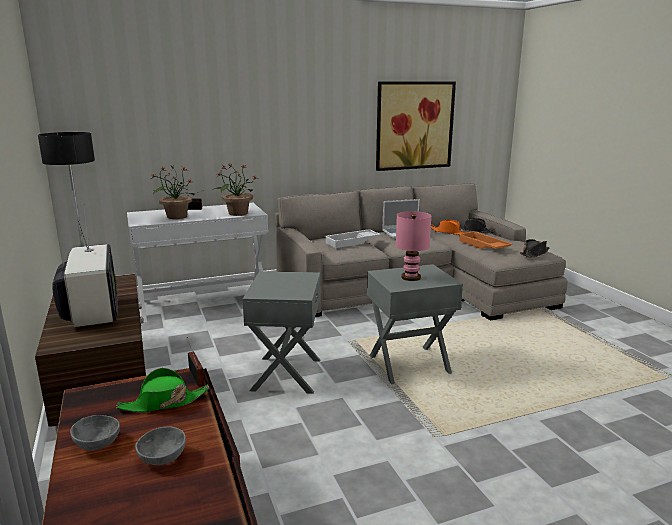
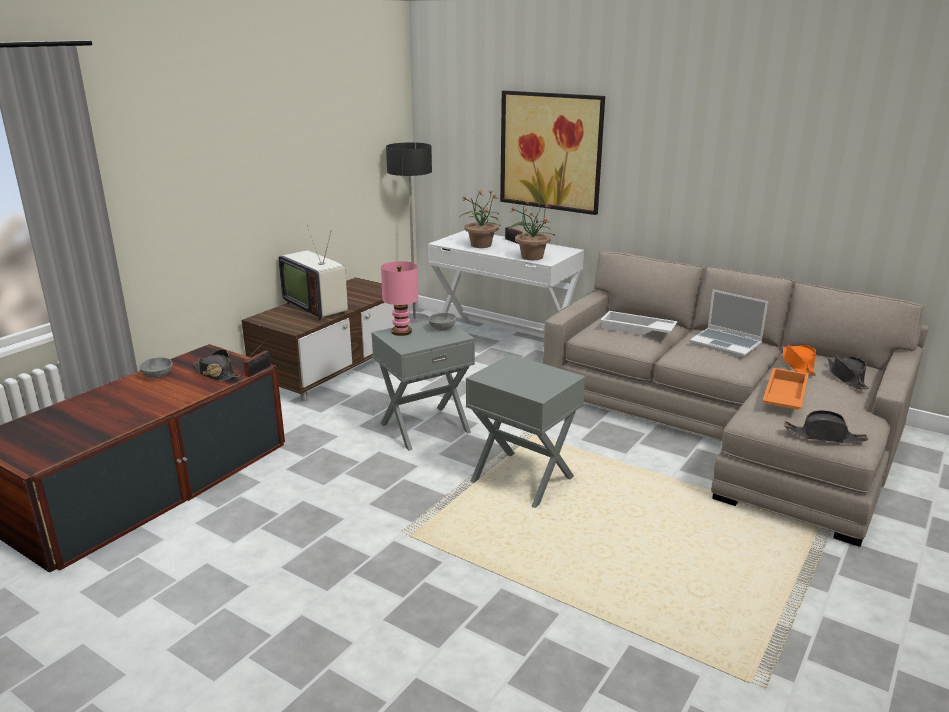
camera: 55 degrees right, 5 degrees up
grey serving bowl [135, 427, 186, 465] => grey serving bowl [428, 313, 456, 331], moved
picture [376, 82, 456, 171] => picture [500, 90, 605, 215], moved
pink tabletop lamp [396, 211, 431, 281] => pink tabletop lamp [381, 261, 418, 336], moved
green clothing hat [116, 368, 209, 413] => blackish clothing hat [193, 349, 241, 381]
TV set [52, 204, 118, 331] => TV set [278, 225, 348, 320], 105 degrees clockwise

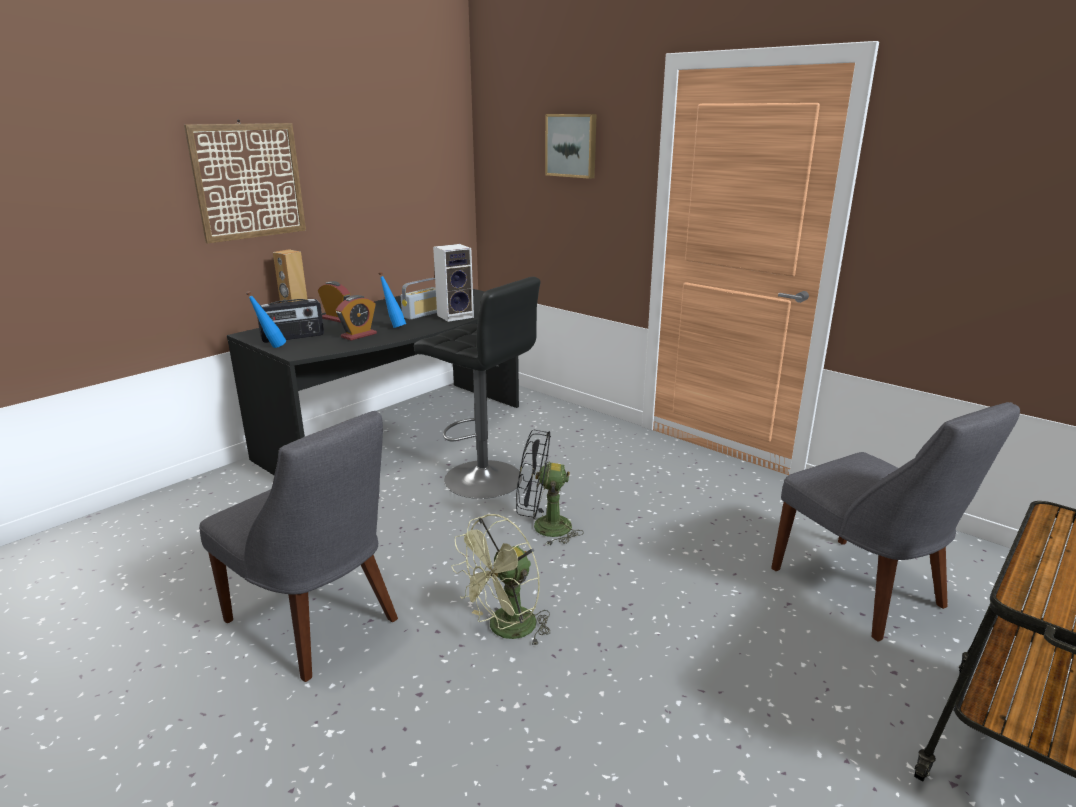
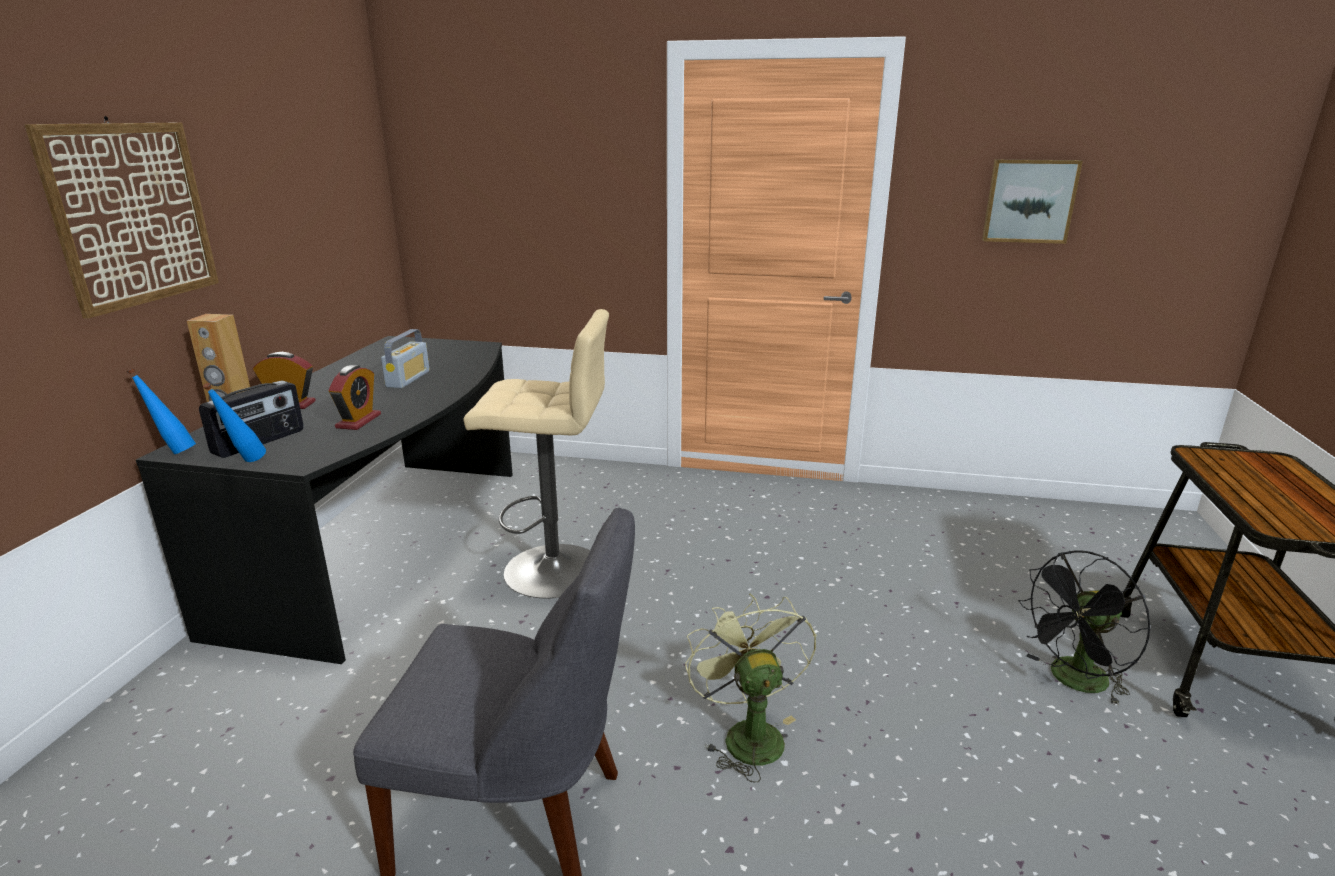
camera: 30 degrees left, 0 degrees up
speaker [433, 244, 474, 322] => nothing
grey plain chair [771, 402, 1020, 642] => nothing
blue bottle [378, 272, 406, 328] => blue bottle [127, 368, 196, 454], moved
blackish electric fan [516, 430, 584, 546] => blackish electric fan [1018, 550, 1151, 707], moved
picture [545, 114, 597, 179] => picture [982, 159, 1083, 244], moved
blackish stool [414, 277, 541, 499] => sand-coloured stool [463, 309, 609, 598]
green electric fan [451, 514, 550, 645] => green electric fan [685, 594, 817, 783], 150 degrees clockwise

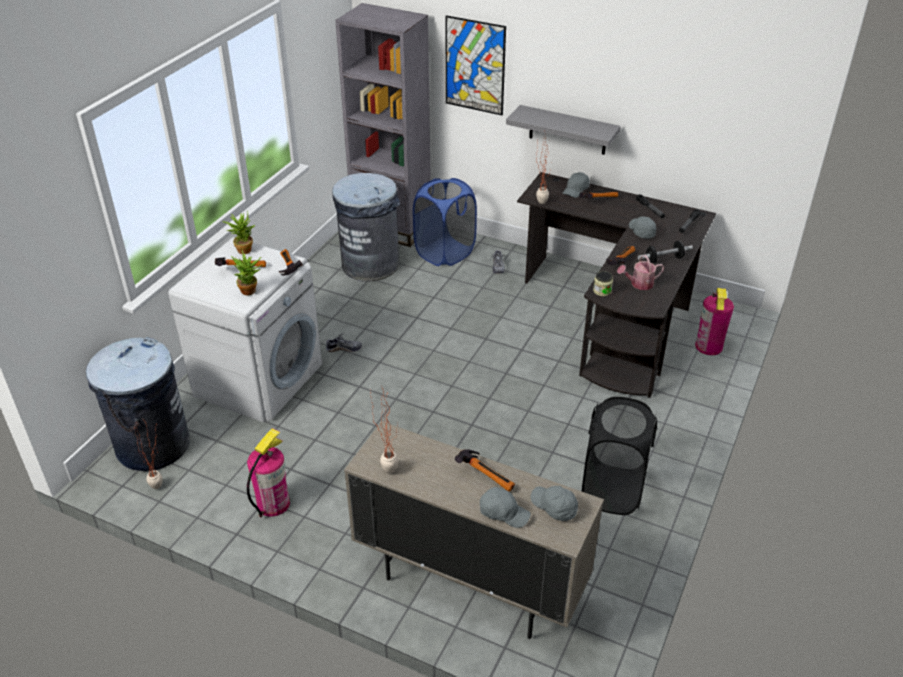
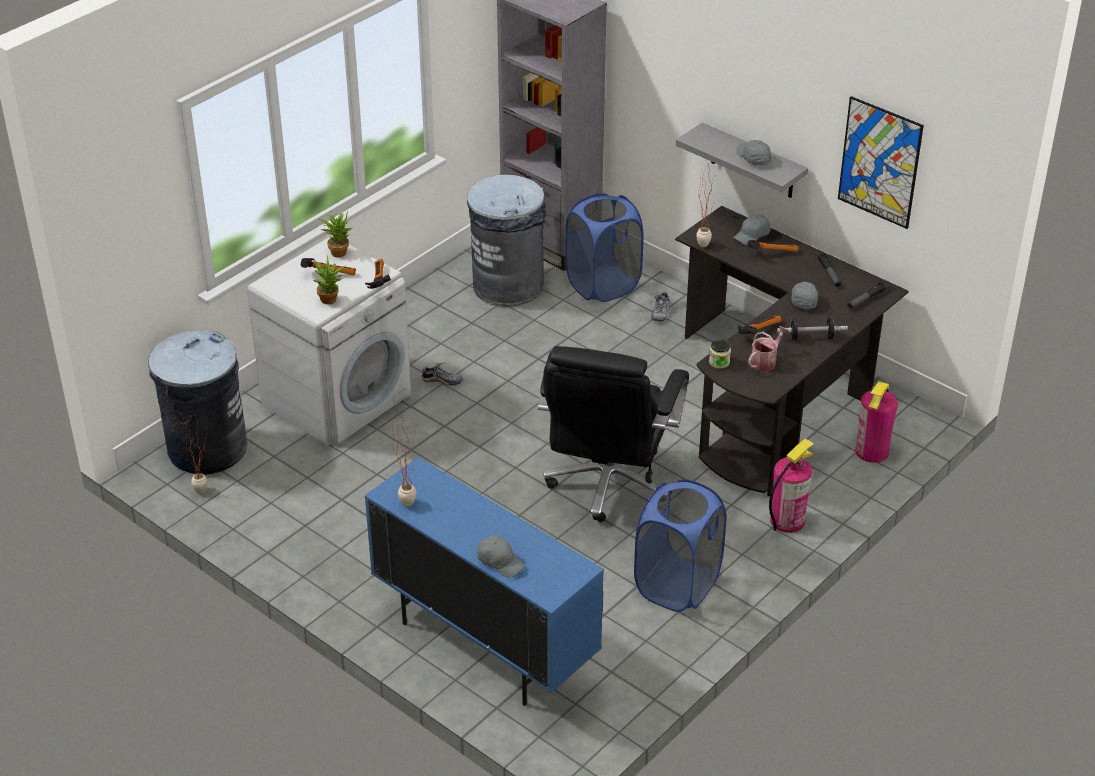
camera: 15 degrees right, 0 degrees up
hammer [455, 449, 515, 492] => nothing
nothing => blackish computer chair [538, 346, 689, 522]
fire extinguisher [247, 428, 290, 517] => fire extinguisher [769, 439, 814, 533], moved
picture [445, 15, 506, 115] => picture [838, 96, 924, 229], moved
grey cap [531, 486, 578, 521] => grey cap [736, 140, 771, 166], moved
sand-coloured cupboard [344, 422, 604, 639] => blue cupboard [365, 457, 604, 706]
blackish washing basket [582, 397, 657, 515] => blue washing basket [634, 479, 726, 612]
watering can [617, 255, 665, 290] => watering can [748, 326, 789, 372], 135 degrees clockwise

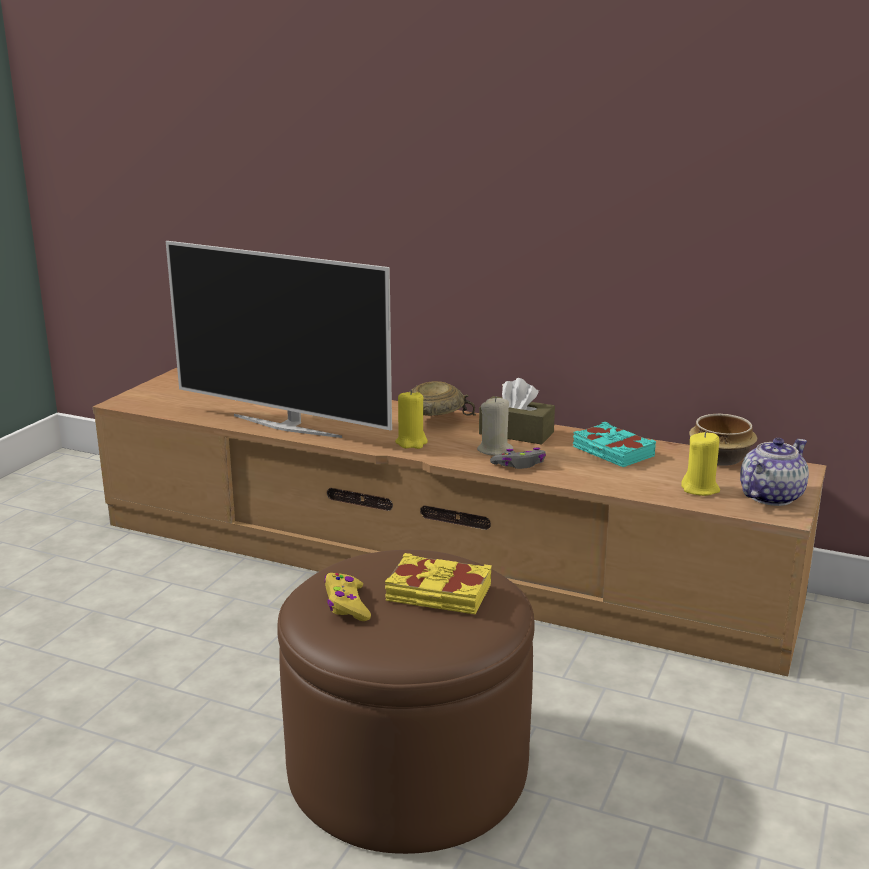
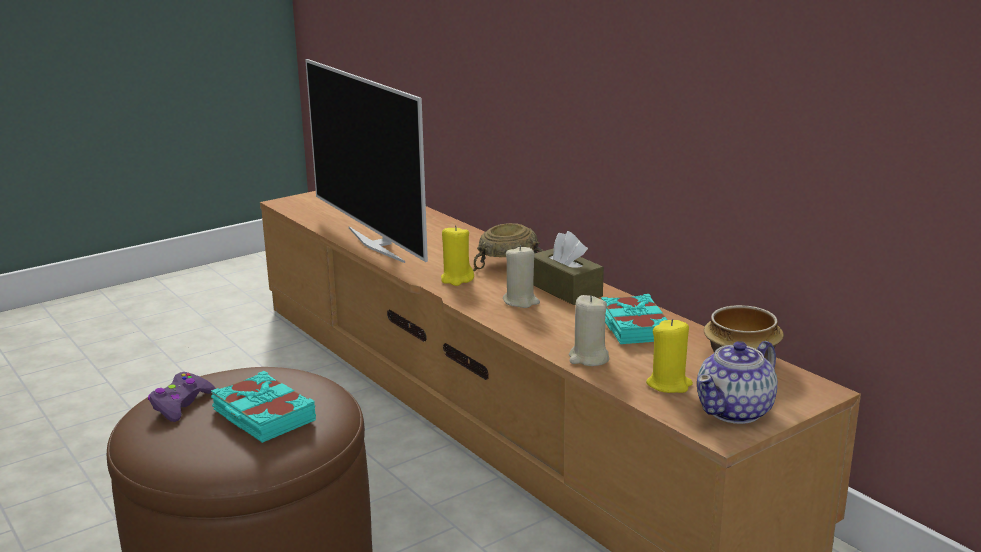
camera: 30 degrees right, 0 degrees up
grey joypad [490, 448, 546, 469] => nothing
nothing => sand-coloured candle [569, 295, 609, 366]
yellowish joypad [324, 573, 371, 621] => purplish joypad [148, 372, 216, 422]
yellowish bound book [385, 553, 492, 615] => blue-green bound book [211, 371, 316, 443]
pot for tea [740, 438, 809, 506] => pot for tea [697, 341, 778, 424], 150 degrees clockwise

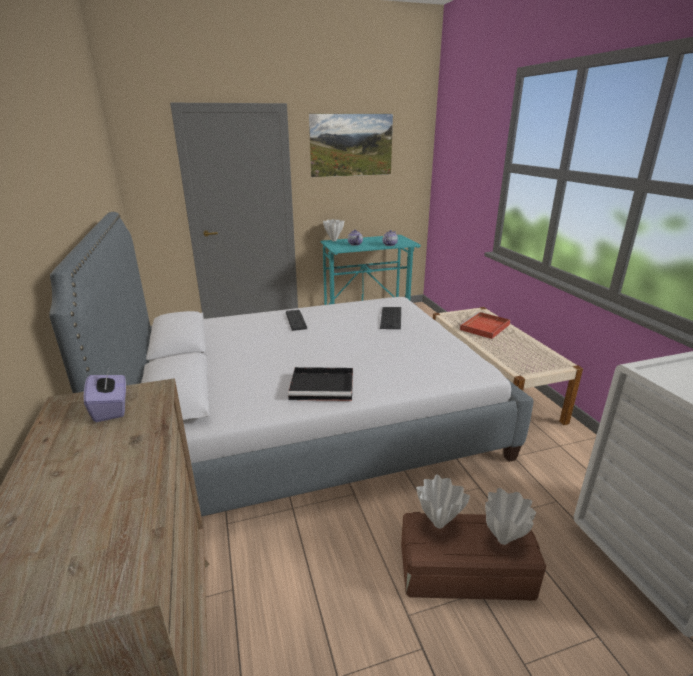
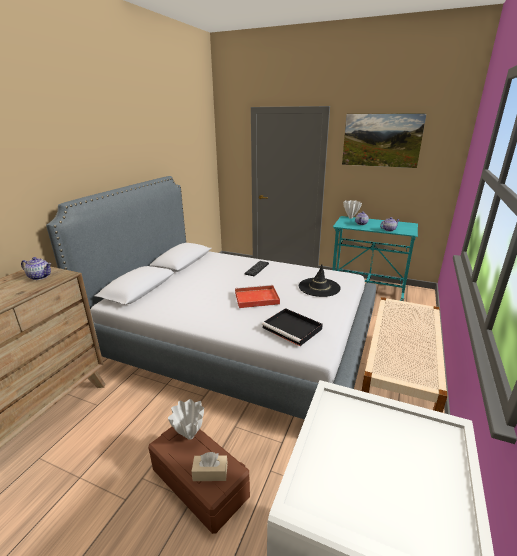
camera: 40 degrees right, 0 degrees up
blackish carrying tray [288, 367, 353, 401] => blackish carrying tray [262, 308, 323, 346], moved
red-coloured carrying tray [459, 312, 510, 339] => red-coloured carrying tray [235, 285, 280, 308], moved
purplish tissue holder [84, 366, 126, 422] => pot for tea [21, 257, 51, 280]
PC keyboard [380, 307, 401, 329] => blackish clothing hat [299, 265, 341, 297]
white flower vase [485, 488, 536, 545] => sand-coloured tissue holder [191, 452, 227, 481]

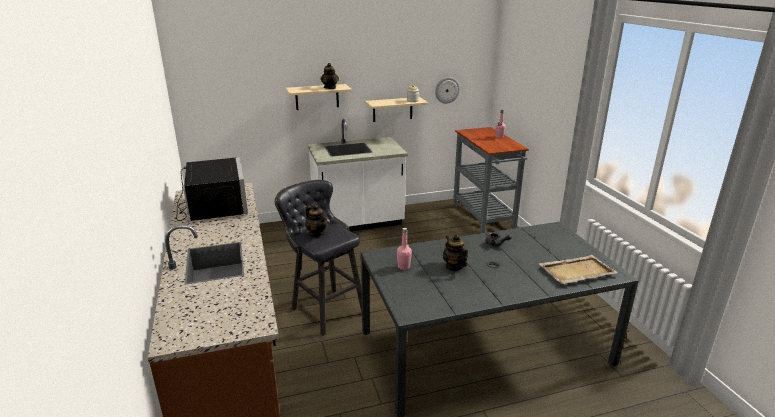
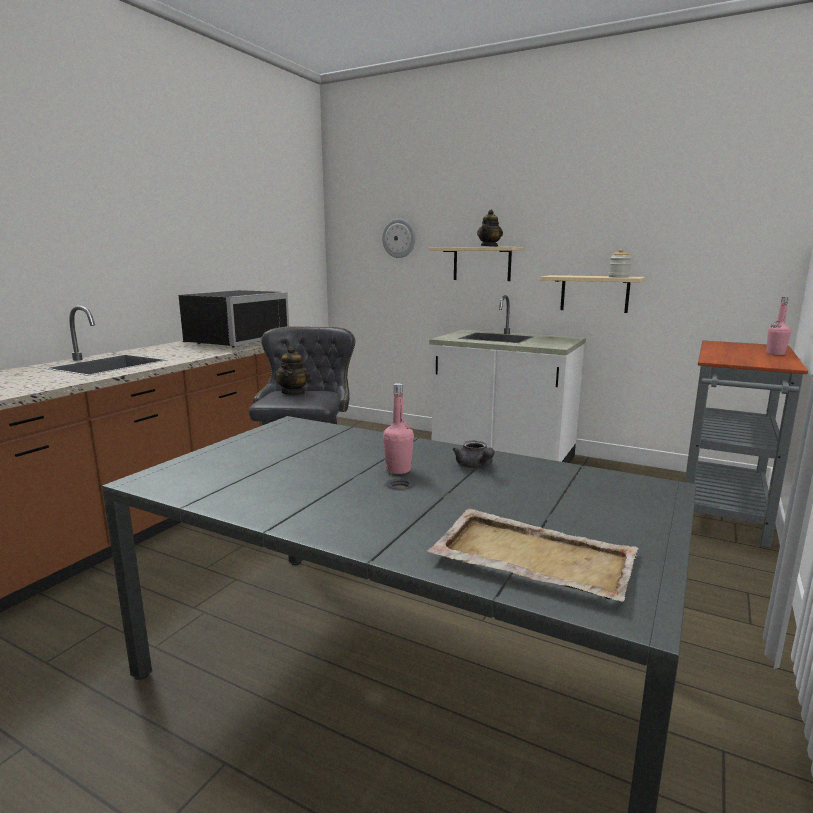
camera: 45 degrees right, 10 degrees down
pot for tea [443, 234, 468, 271] => nothing
pink bottle [397, 228, 412, 270] => pink bottle [383, 383, 414, 474], moved
clock on the wall [435, 77, 460, 104] => clock on the wall [382, 219, 416, 258], moved

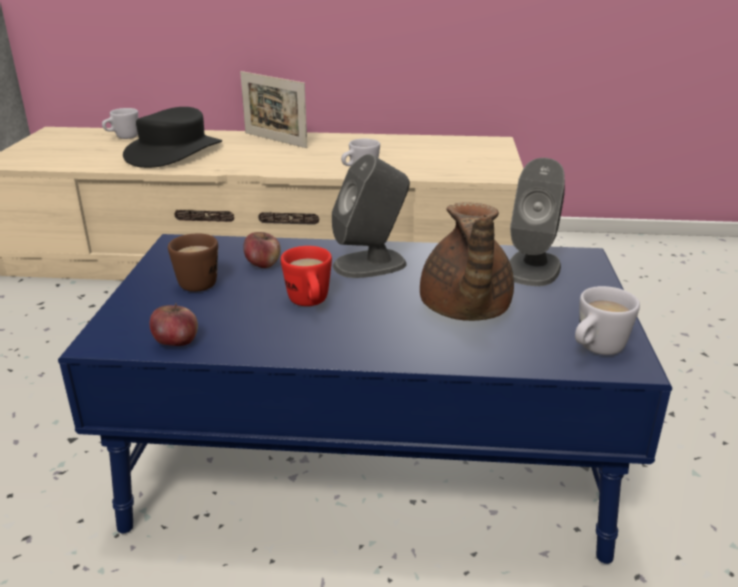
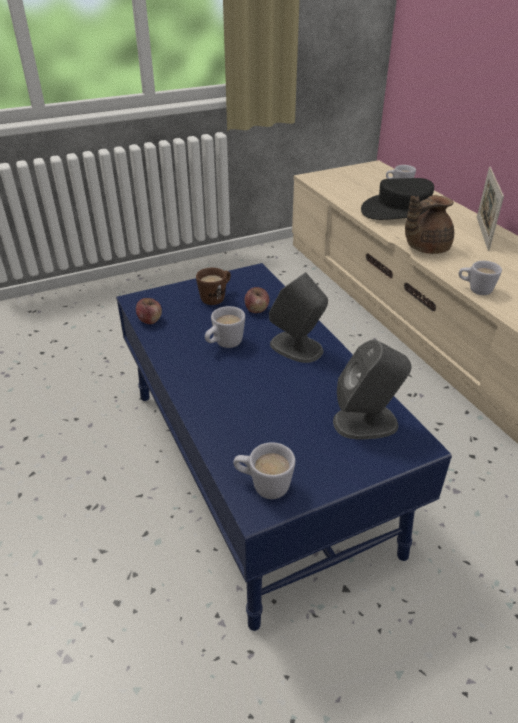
camera: 60 degrees right, 10 degrees up
brown-coloured pot for tea [420, 202, 514, 321] => brown-coloured pot for tea [405, 195, 454, 254], moved
red-coloured coffee mug [281, 246, 332, 306] => white coffee mug [205, 306, 245, 348]

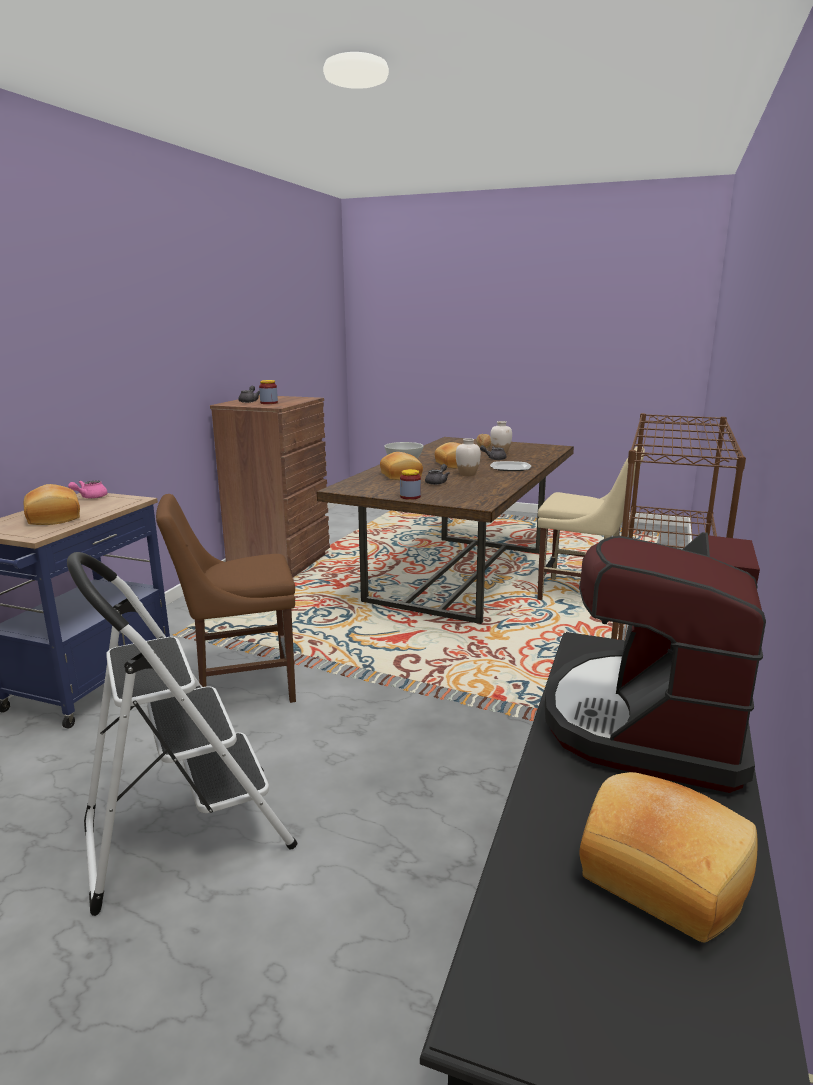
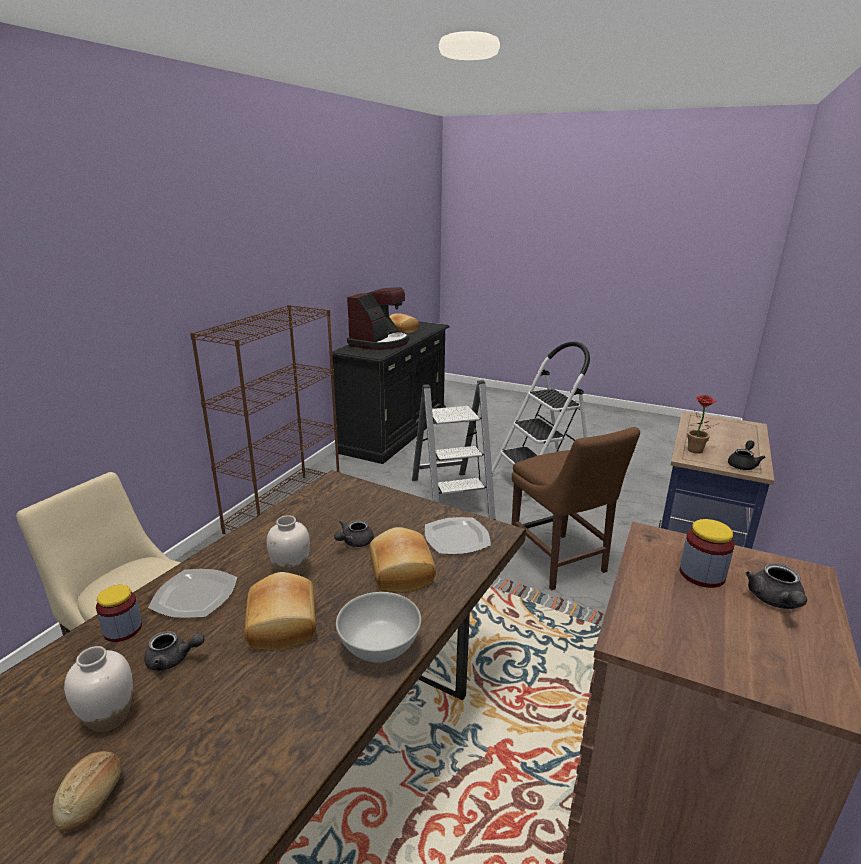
camera: 175 degrees left, 5 degrees up
baked bread [24, 484, 80, 525] => nothing
nothing => grey step ladder [412, 380, 496, 520]
nothing => dinner plate [425, 517, 491, 554]
nothing => potted plant [687, 395, 720, 454]
preserve jar [400, 469, 421, 500] => preserve jar [96, 585, 142, 642], moved
pink pot for tea [68, 480, 108, 499] => blackish pot for tea [728, 440, 766, 470]
brown-coloured plain chair [156, 494, 296, 703] => brown-coloured plain chair [511, 427, 640, 590], 75 degrees clockwise

